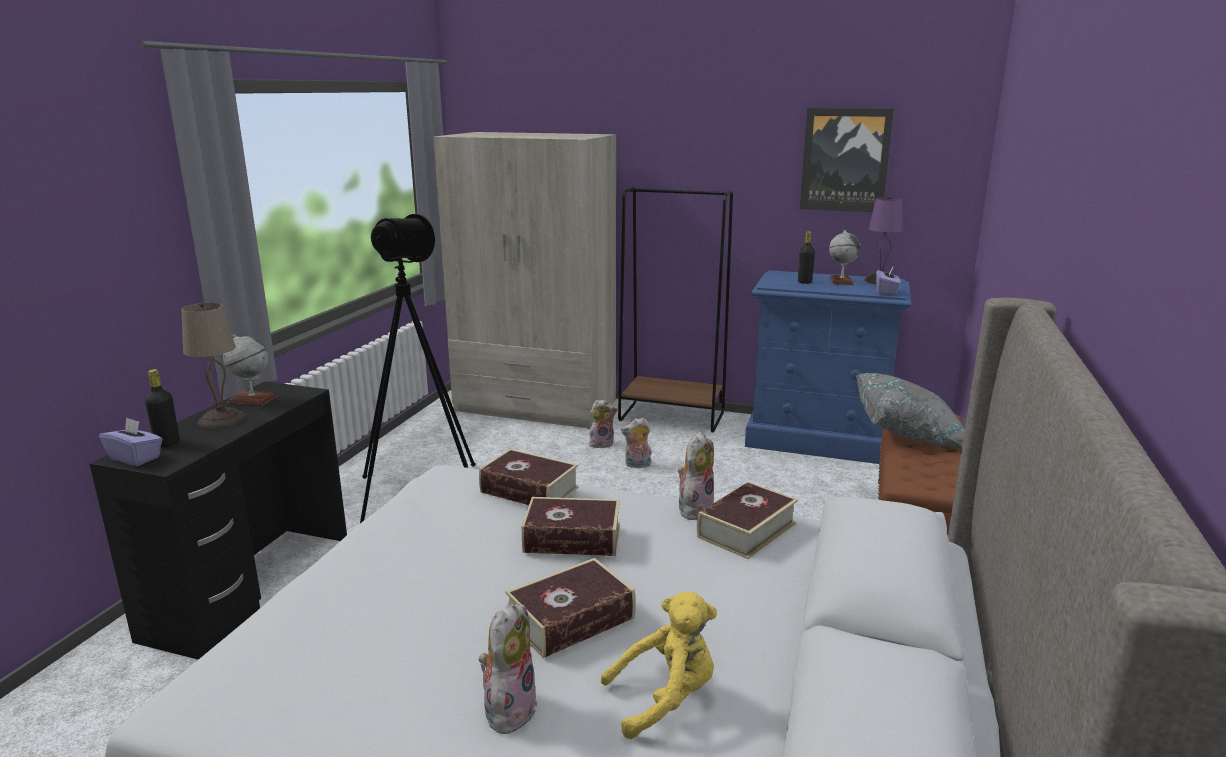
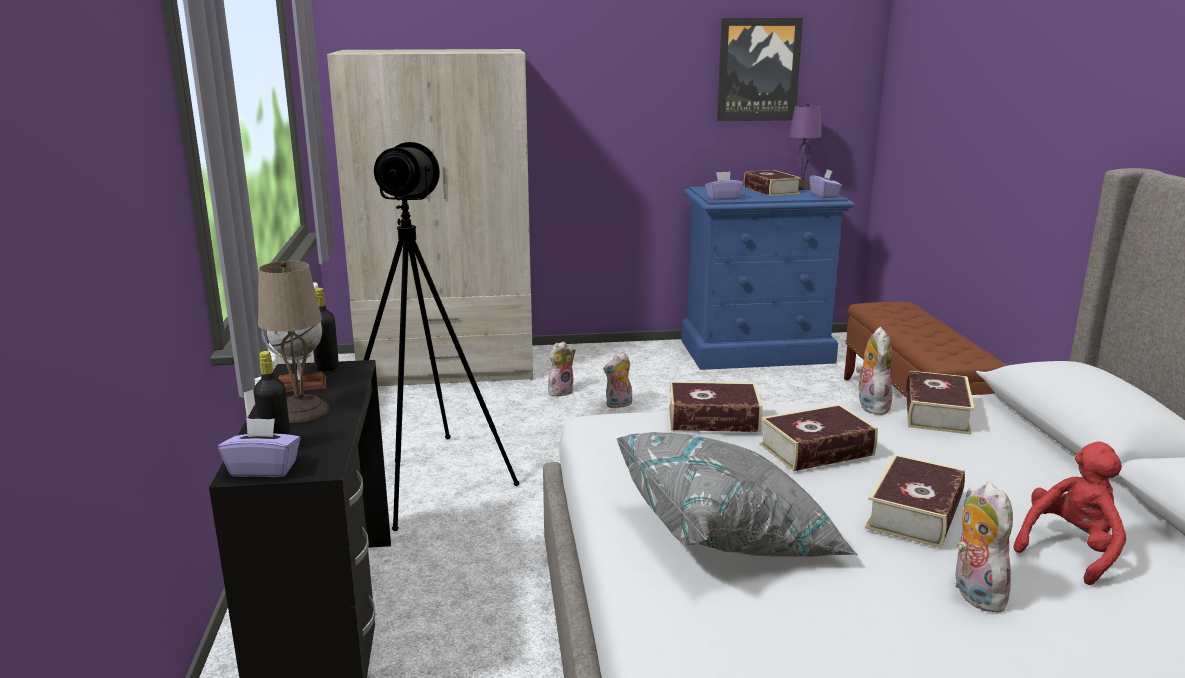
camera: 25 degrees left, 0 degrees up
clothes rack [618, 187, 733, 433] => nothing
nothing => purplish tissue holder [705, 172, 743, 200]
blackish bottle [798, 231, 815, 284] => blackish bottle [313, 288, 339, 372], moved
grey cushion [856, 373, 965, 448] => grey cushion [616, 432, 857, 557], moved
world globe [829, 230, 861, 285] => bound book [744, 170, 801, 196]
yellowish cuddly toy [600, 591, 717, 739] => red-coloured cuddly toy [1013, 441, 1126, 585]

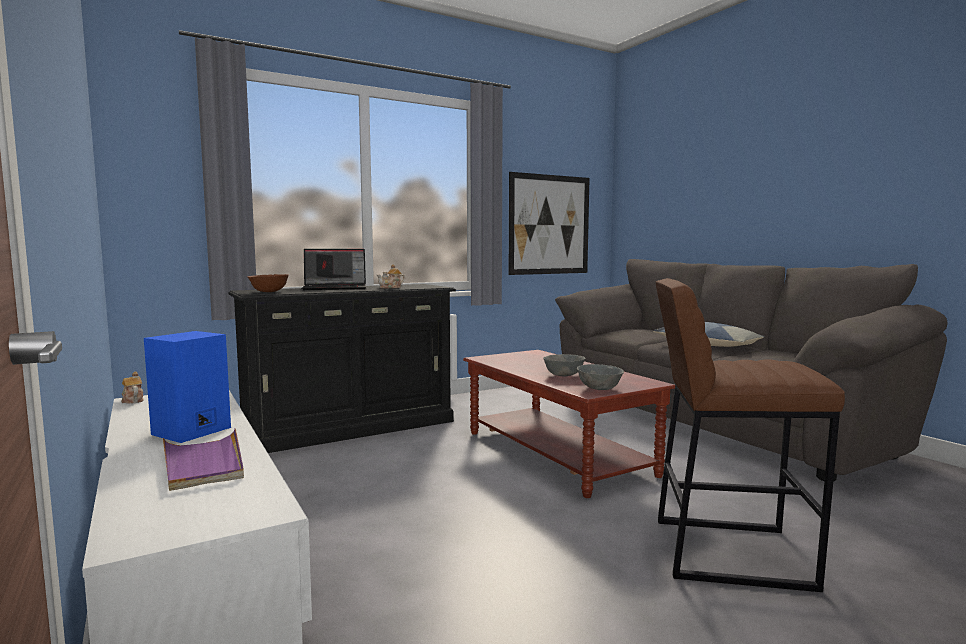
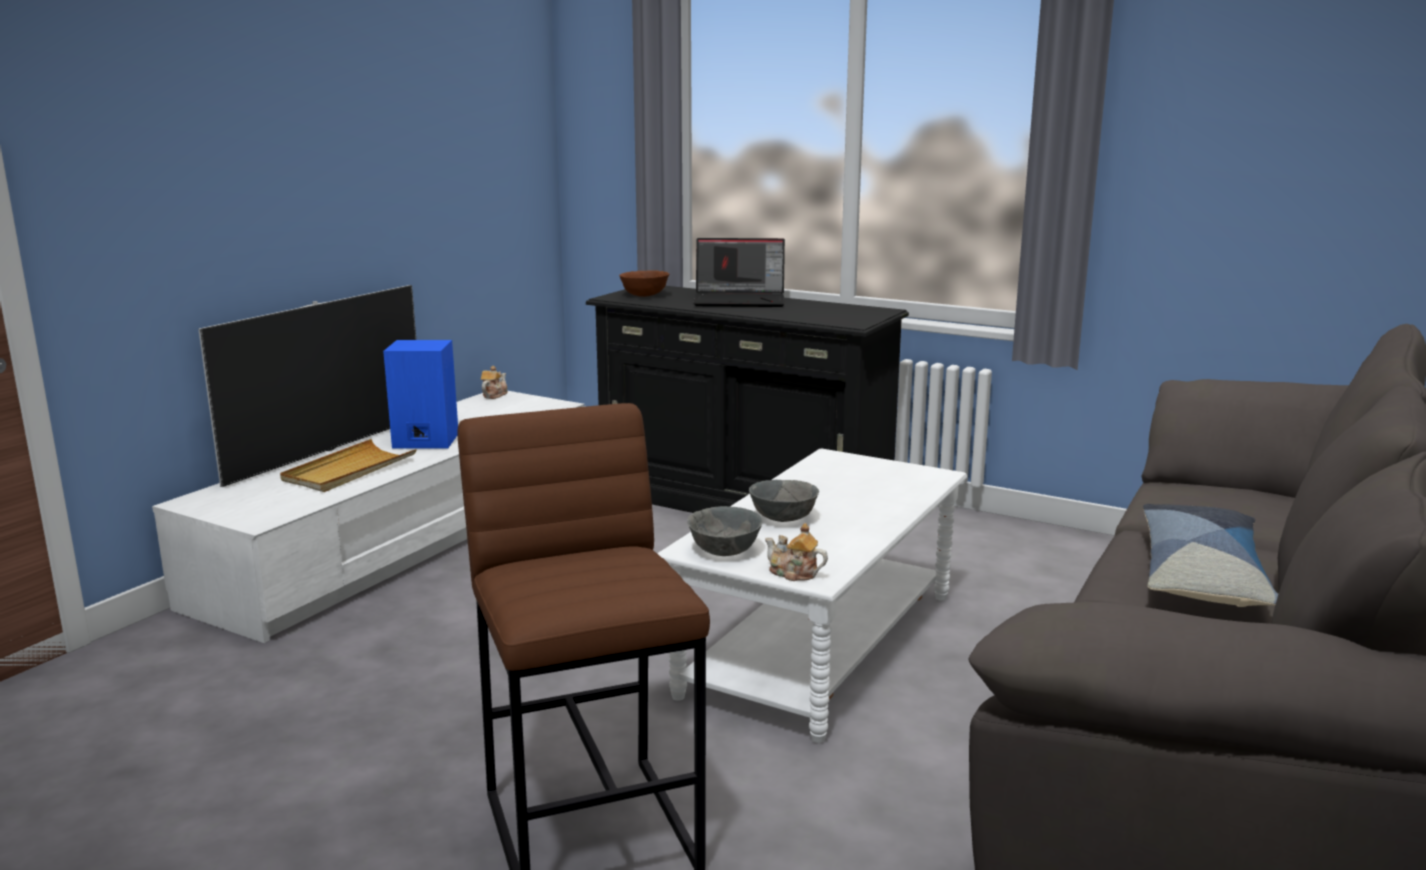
camera: 60 degrees right, 10 degrees up
picture [509, 172, 590, 275] => nothing
nothing => TV set [198, 285, 416, 487]
pot for tea [377, 264, 405, 288] => pot for tea [765, 523, 828, 581], moved
purplish carrying tray [163, 428, 244, 491] => sand-coloured carrying tray [280, 439, 417, 492]
brown-coloured lounge table [463, 350, 675, 498] => white lounge table [657, 449, 967, 743]
portable computer [301, 249, 366, 290] => portable computer [693, 238, 785, 307], 45 degrees counterclockwise

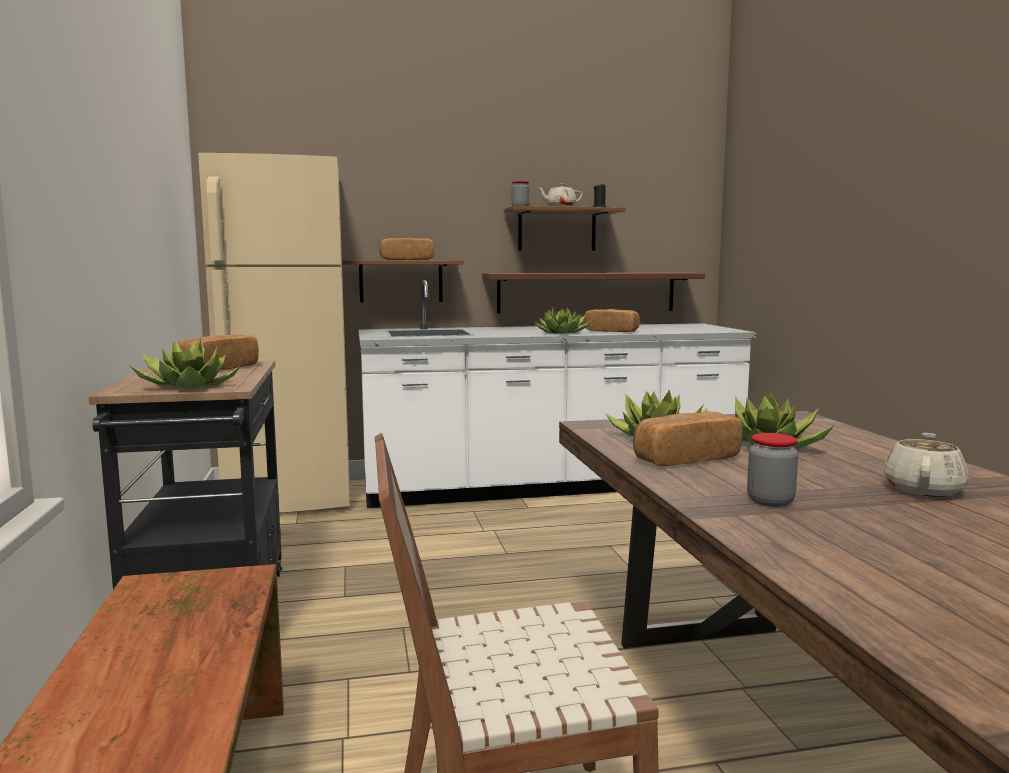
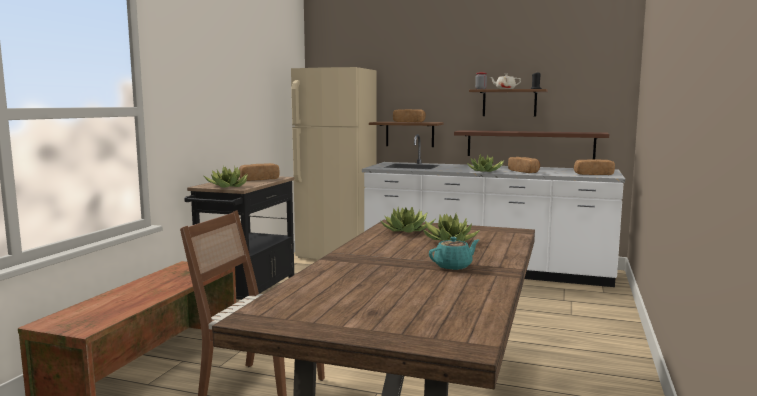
camera: 30 degrees right, 0 degrees up
preserve jar [747, 433, 798, 507] => nothing
baked bread [633, 412, 742, 466] => baked bread [574, 159, 615, 175], moved
sand-coloured pot for tea [884, 433, 969, 497] => blue-green pot for tea [429, 237, 479, 270]

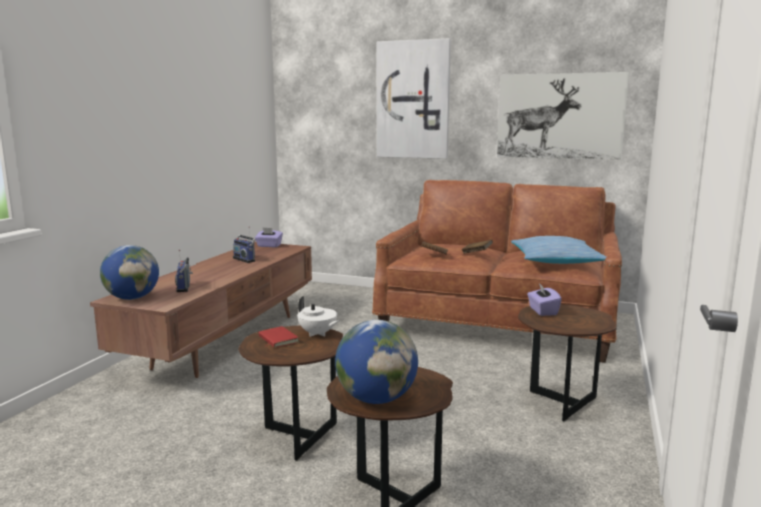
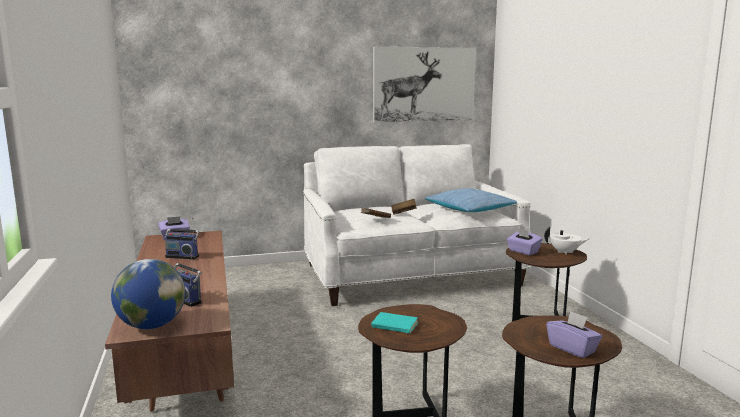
camera: 35 degrees left, 0 degrees up
picture [377, 38, 451, 159] => nothing
white pot for tea [297, 296, 339, 337] => white pot for tea [544, 227, 590, 255], moved
world globe [335, 320, 418, 404] => purplish tissue holder [546, 311, 602, 358]
red-coloured bound book [258, 326, 299, 348] => blue-green bound book [371, 312, 419, 334]
brown-coloured couch [372, 180, 622, 363] => white couch [303, 144, 531, 306]

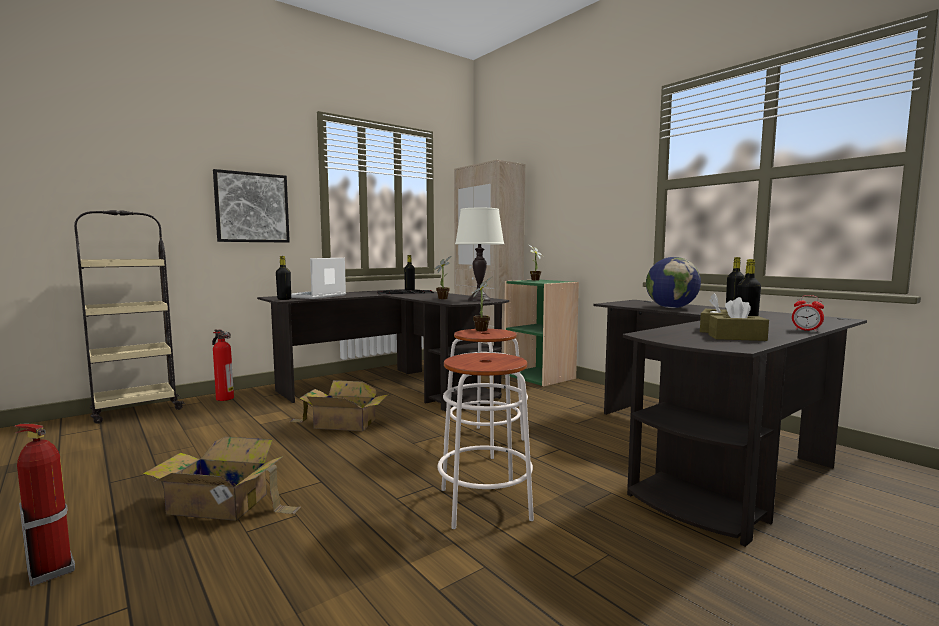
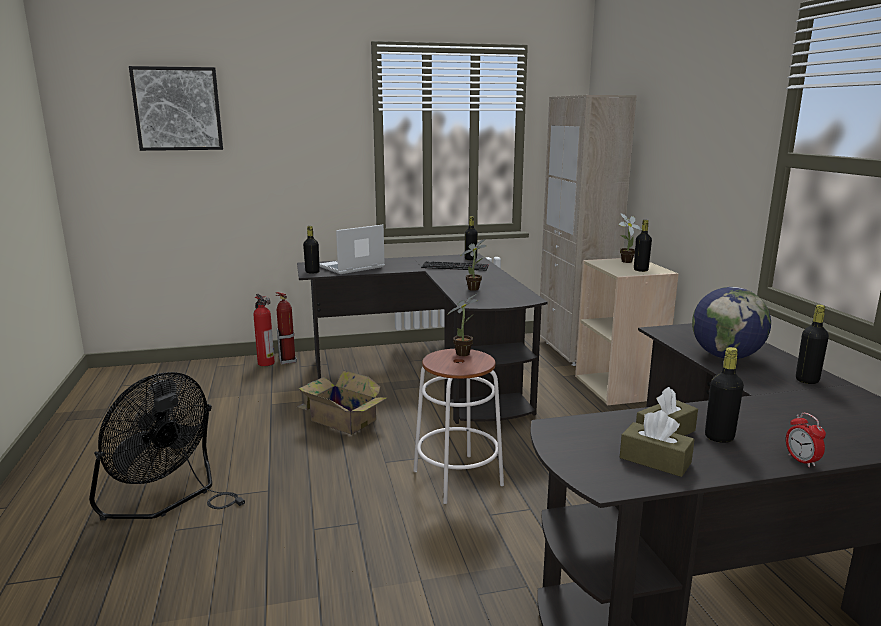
camera: 25 degrees right, 10 degrees up
sand-coloured cart [74, 210, 184, 424] => nothing
white stool [437, 353, 534, 529] => nothing
white tabletop lamp [455, 208, 504, 301] => nothing
nothing => blackish bottle [634, 220, 652, 272]
fire extinguisher [14, 424, 75, 586] => fire extinguisher [276, 292, 297, 364], moved
picture [213, 169, 290, 243] => picture [129, 66, 223, 151], moved
packing box [143, 437, 301, 521] => blackish electric fan [89, 372, 245, 521]
green bookshelf [504, 280, 579, 386] => sand-coloured bookshelf [575, 257, 679, 405]

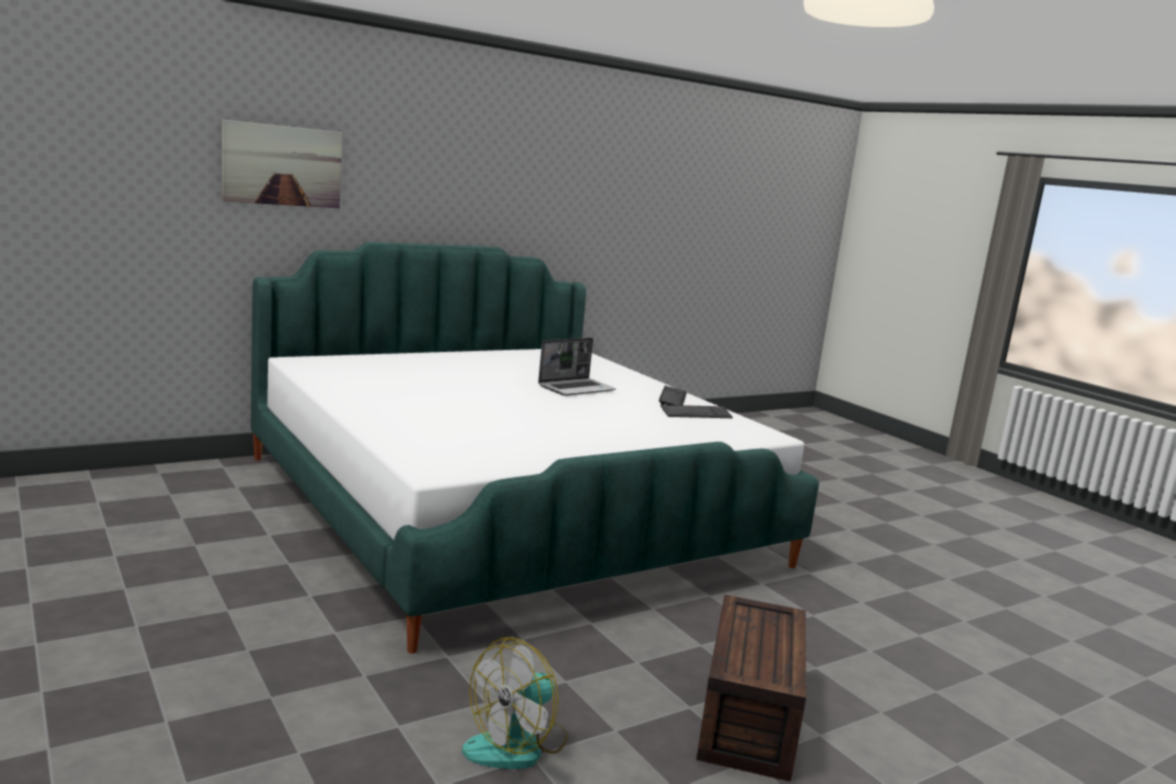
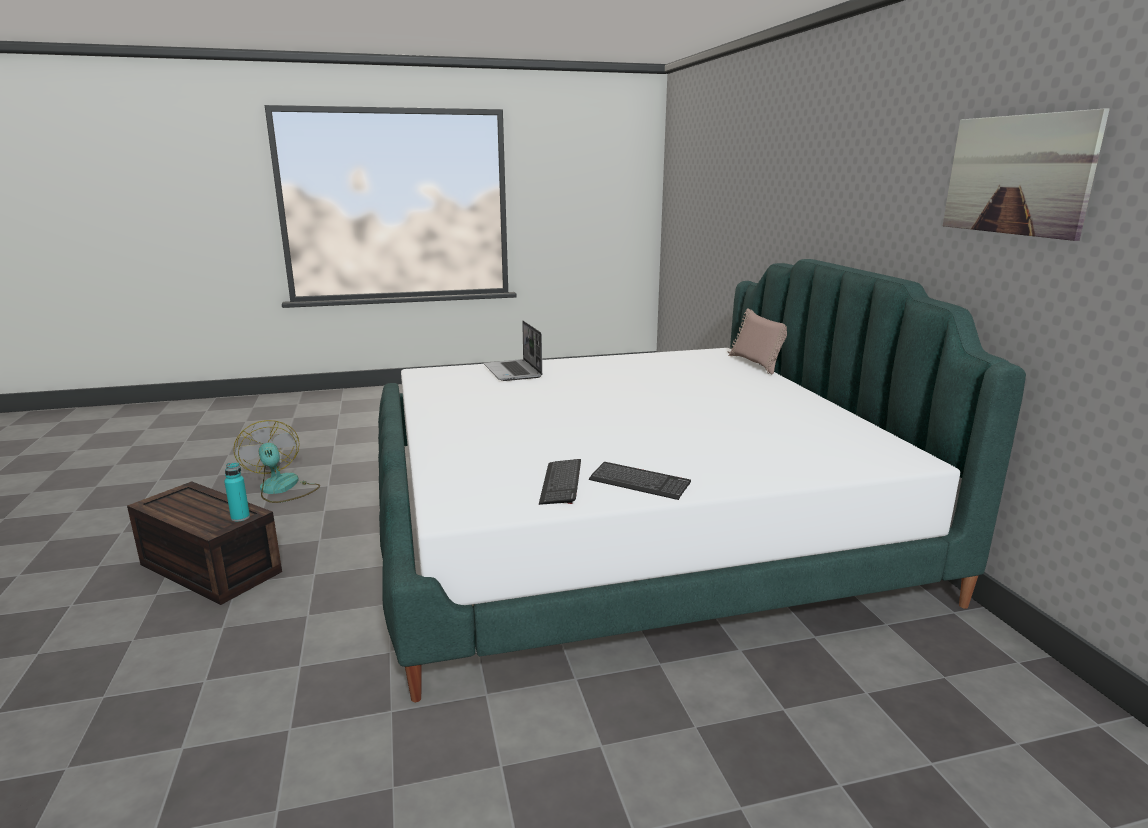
camera: 110 degrees right, 5 degrees up
nothing => blue-green bottle [224, 463, 250, 522]
nothing => sand-coloured cushion [728, 308, 787, 374]
picture [222, 120, 342, 208] => picture [943, 108, 1110, 241], moved
portable computer [538, 338, 616, 396] => portable computer [484, 321, 542, 381], moved

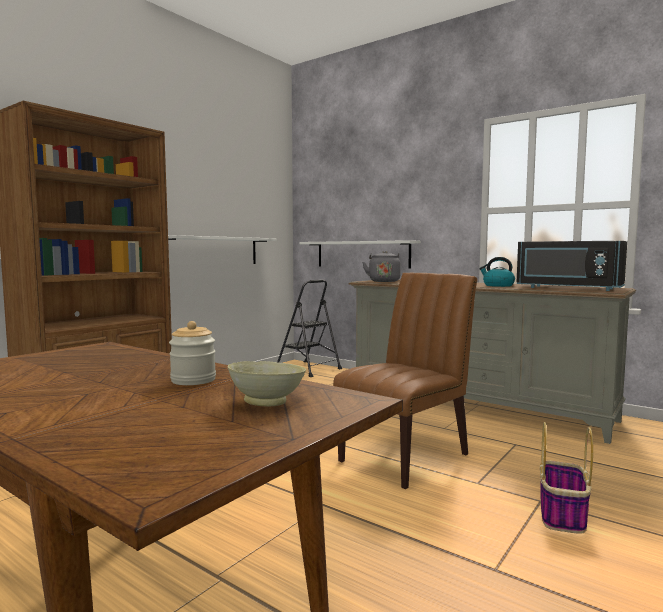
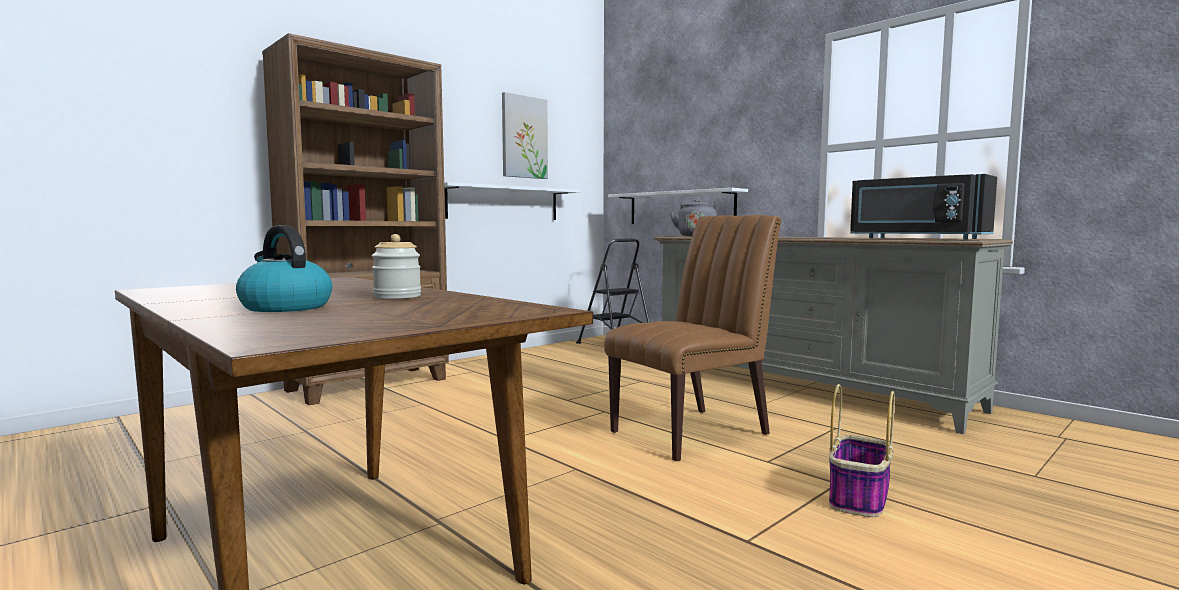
camera: 10 degrees right, 0 degrees up
sand-coloured serving bowl [228, 361, 306, 406] => nothing
nothing => picture [502, 92, 548, 179]
kettle [479, 257, 515, 287] => kettle [236, 225, 332, 312], moved

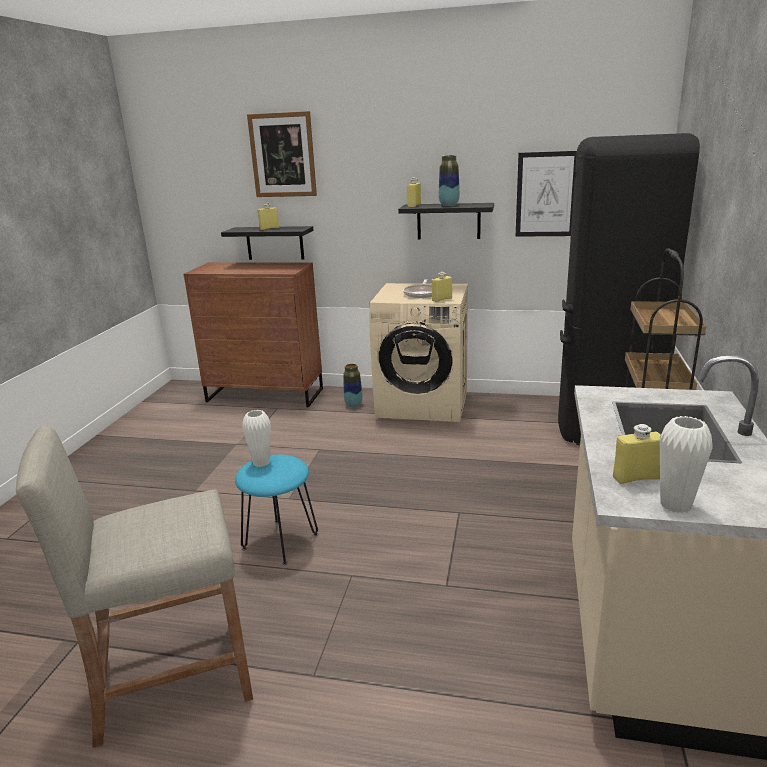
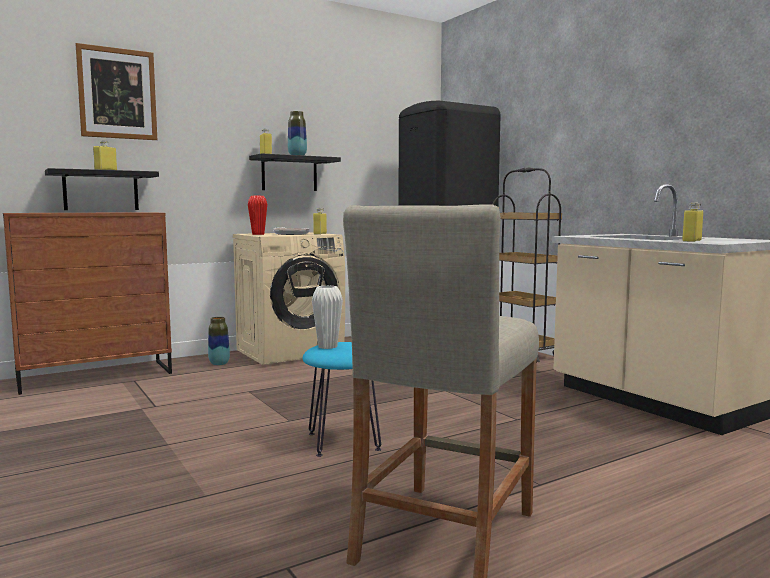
camera: 45 degrees left, 15 degrees down
picture [516, 151, 577, 237] => nothing
white flower vase [660, 416, 713, 513] => nothing
nothing => red-coloured flower vase [248, 196, 267, 235]

